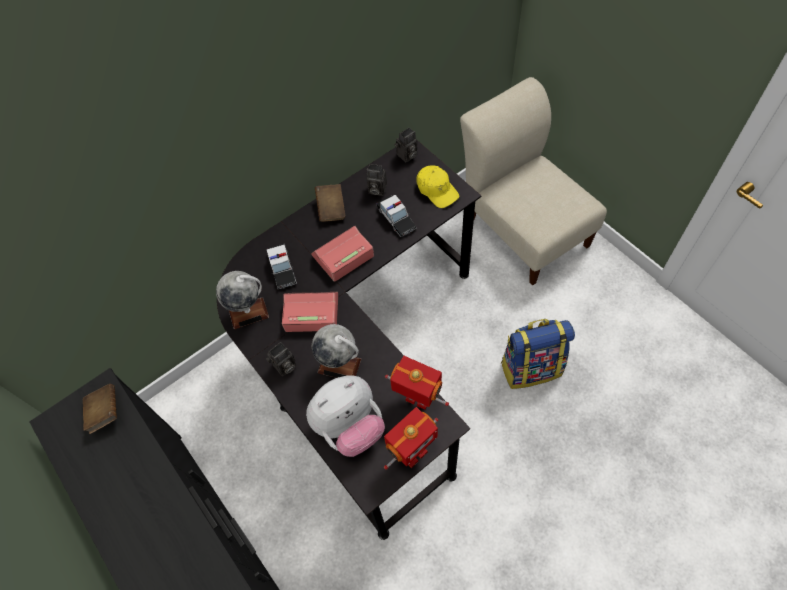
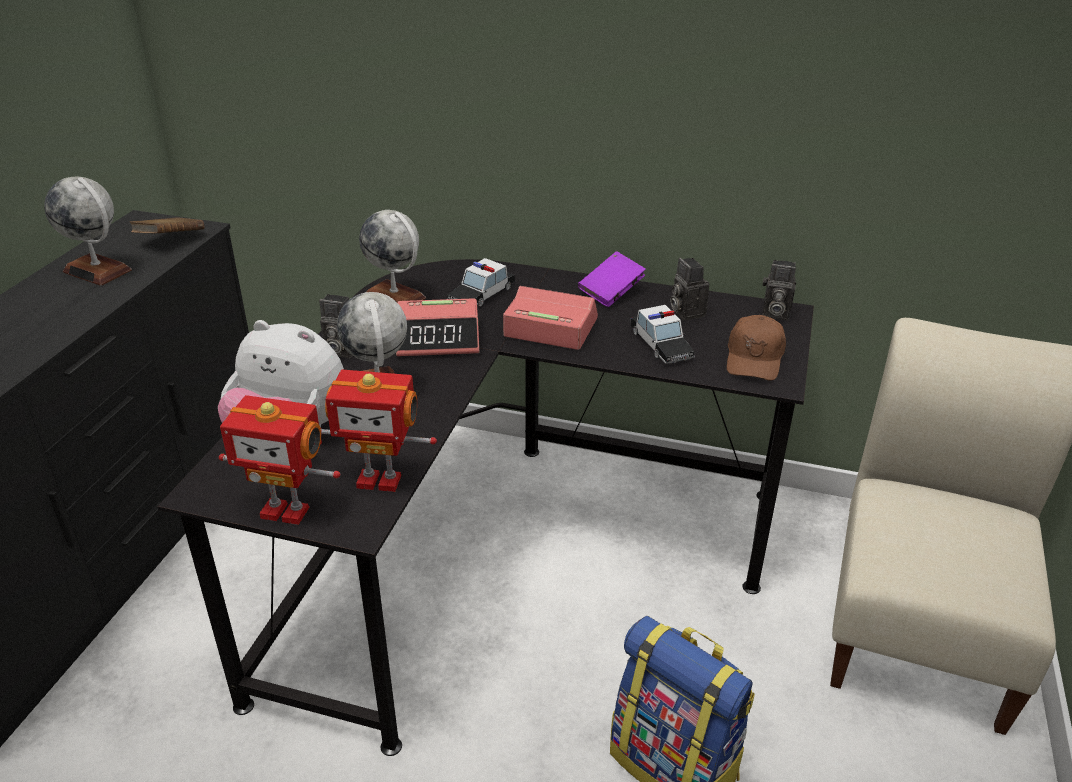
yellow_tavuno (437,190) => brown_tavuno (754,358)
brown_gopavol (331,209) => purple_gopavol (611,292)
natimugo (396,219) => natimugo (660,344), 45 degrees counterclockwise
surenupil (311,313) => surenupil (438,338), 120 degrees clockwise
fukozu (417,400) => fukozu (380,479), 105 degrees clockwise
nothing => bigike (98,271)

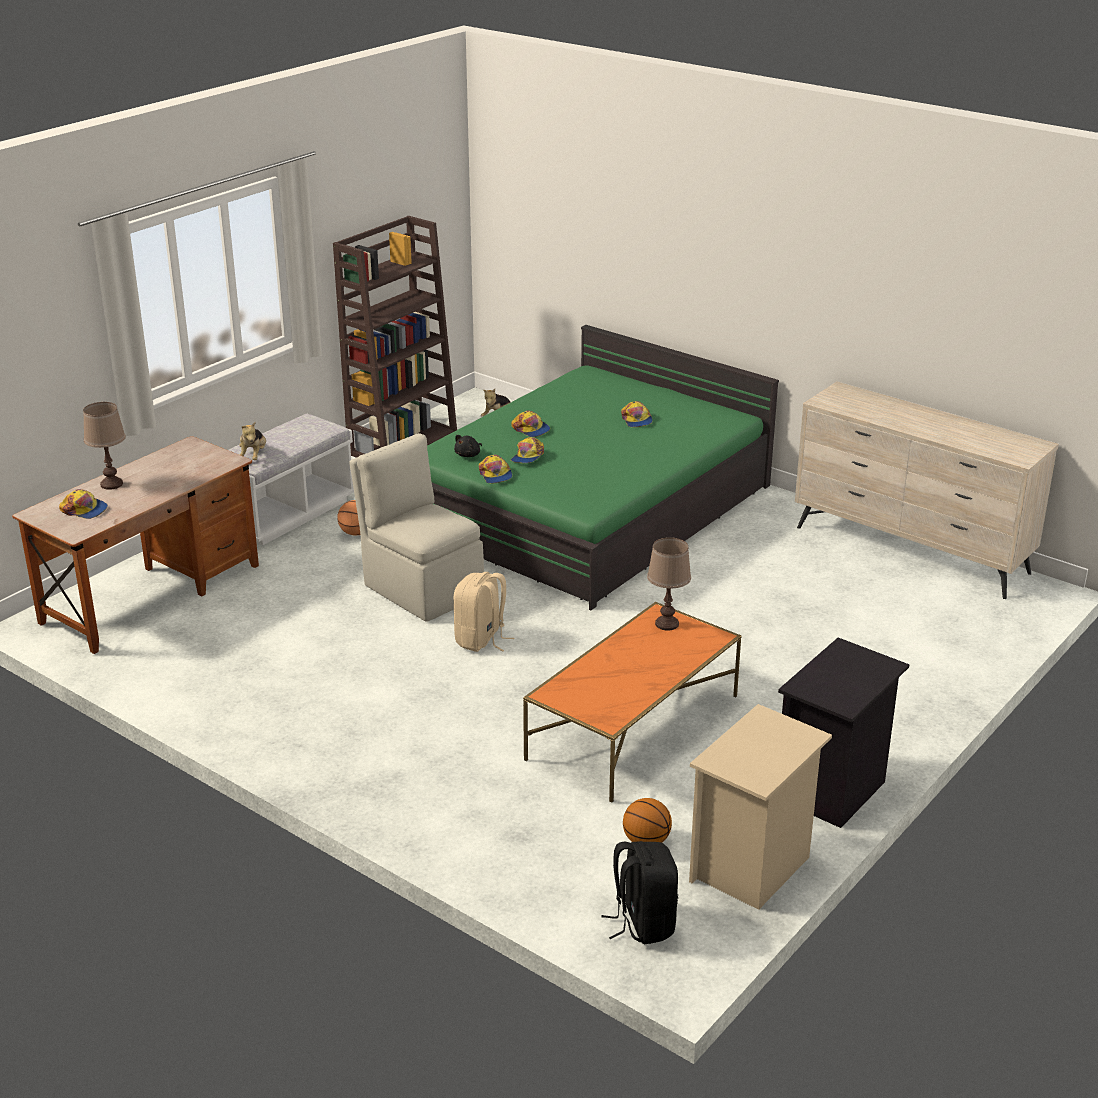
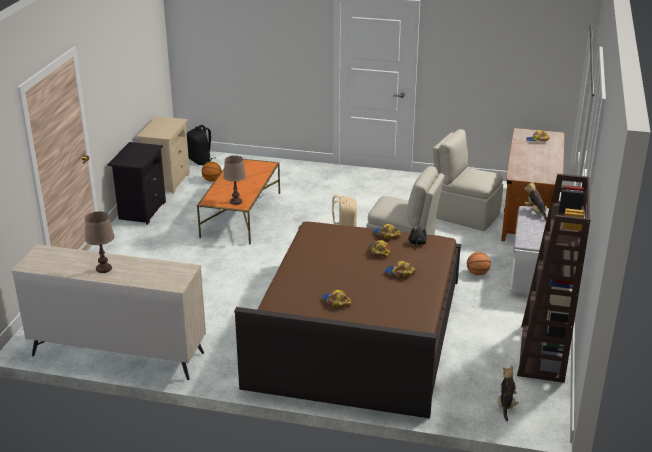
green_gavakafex (588,507) => brown_gavakafex (357,331)
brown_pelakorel (112,484) => brown_pelakorel (104,269), move
nothing => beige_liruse (465,215)

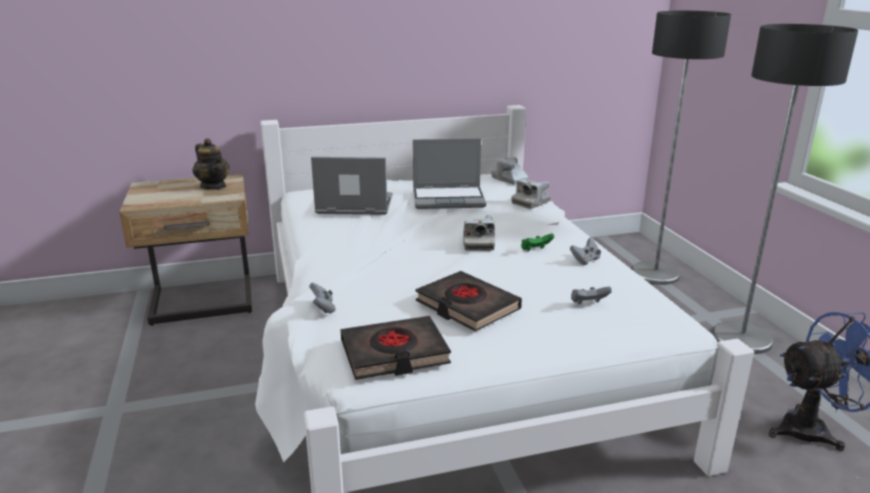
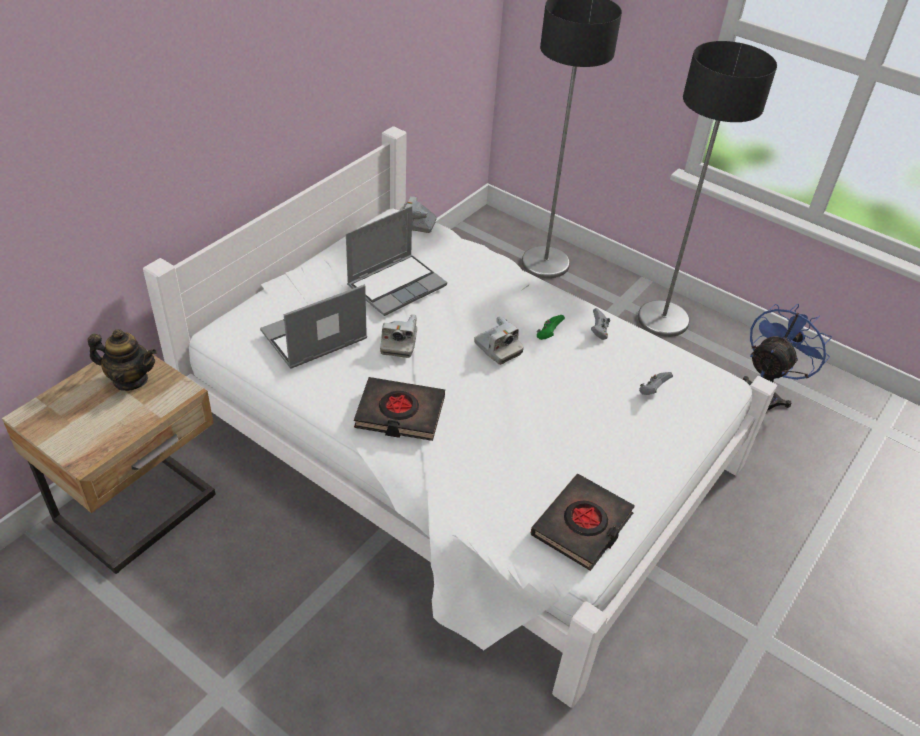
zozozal (531,202) => zozozal (399,343), move
black_gopavol (467,306) => black_gopavol (399,413), move
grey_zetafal (323,308) => nothing

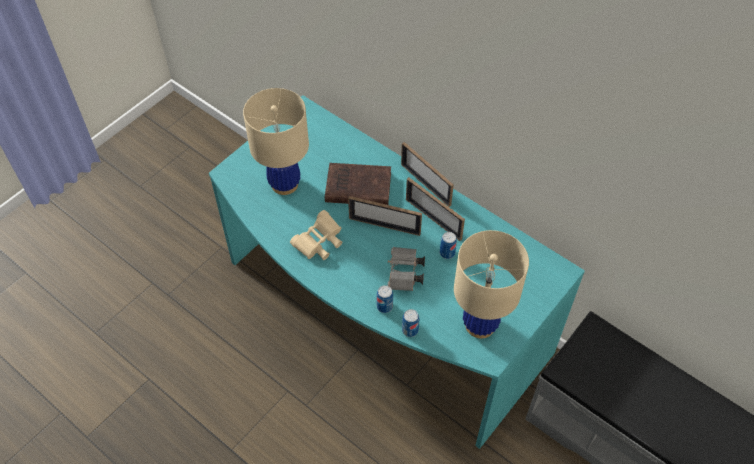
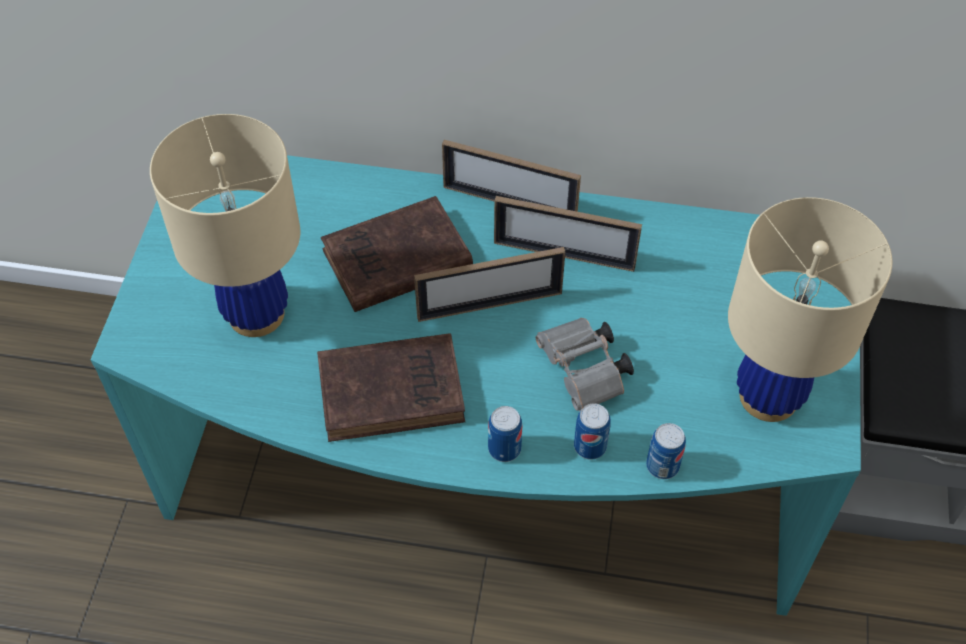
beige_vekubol (319,243) => brown_gopavol (395,391)
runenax (447,253) => runenax (504,449), move

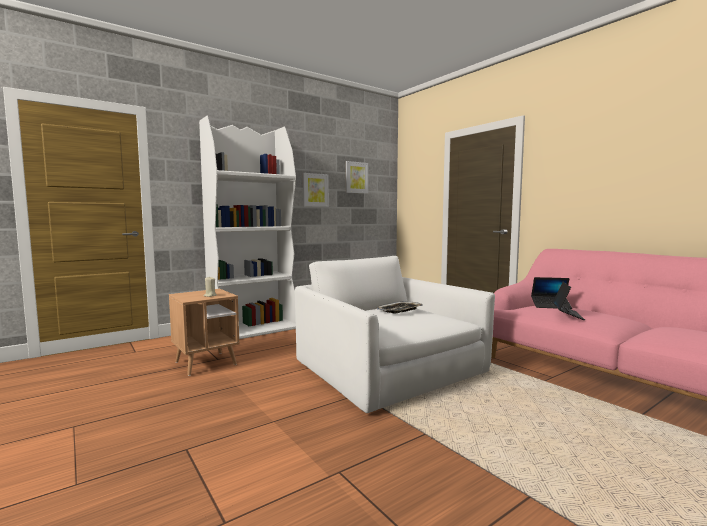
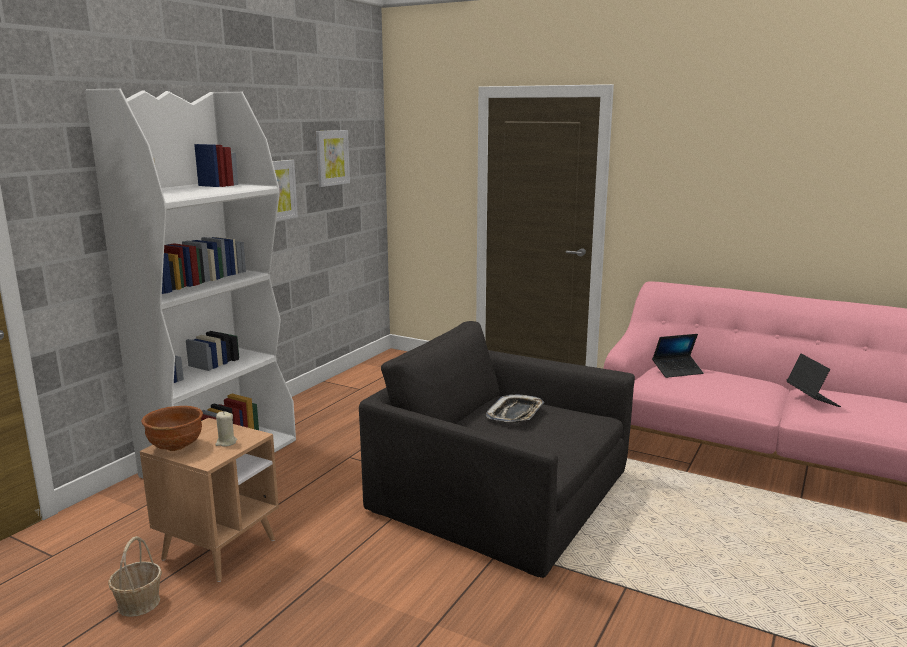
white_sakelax (387,369) => black_sakelax (499,496)
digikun (567,315) => digikun (811,398), move
nothing => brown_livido (176,447)
nothing => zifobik (138,603)

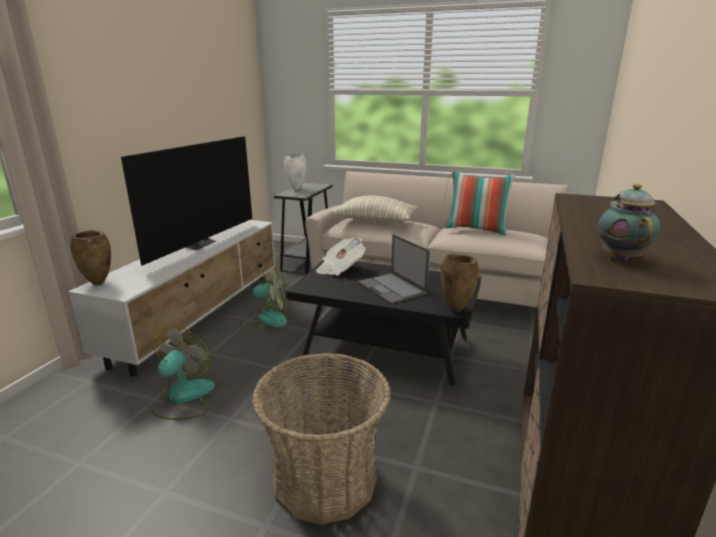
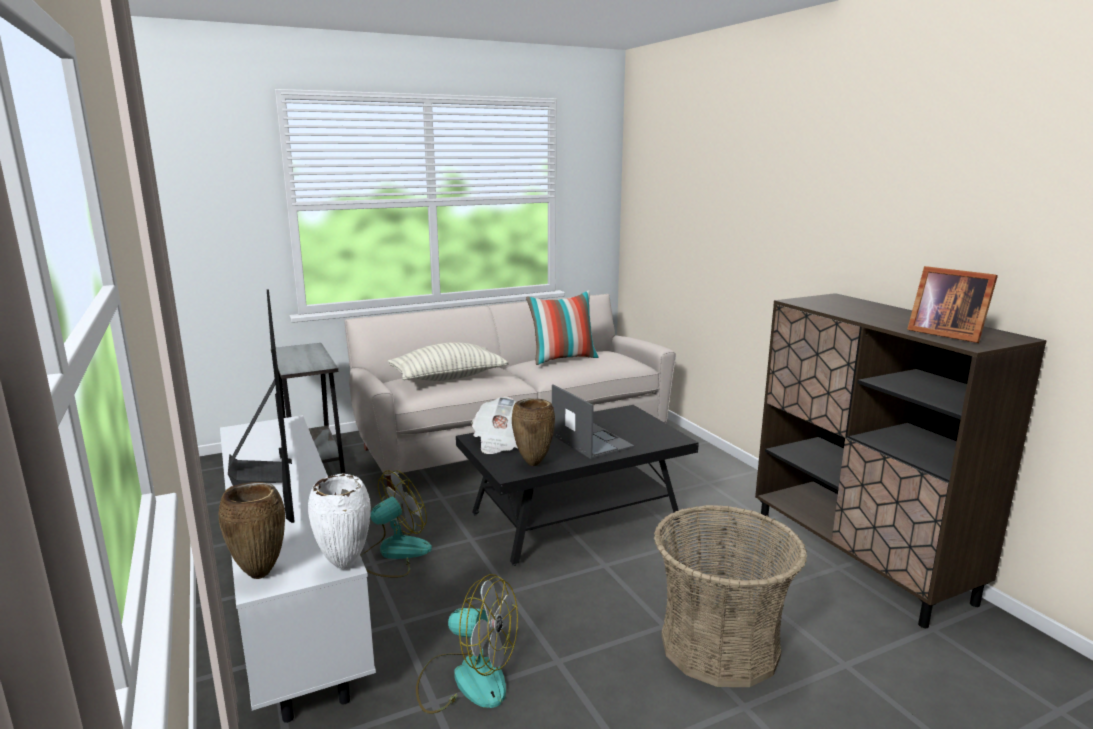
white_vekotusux (296,189) => white_vekotusux (346,566), move
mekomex (620,257) => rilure (944,334)
digikun (392,288) => digikun (590,441), 135 degrees counterclockwise
brown_vekotusux (456,310) => brown_vekotusux (534,463), move
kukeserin (183,398) => kukeserin (466,679), 135 degrees clockwise

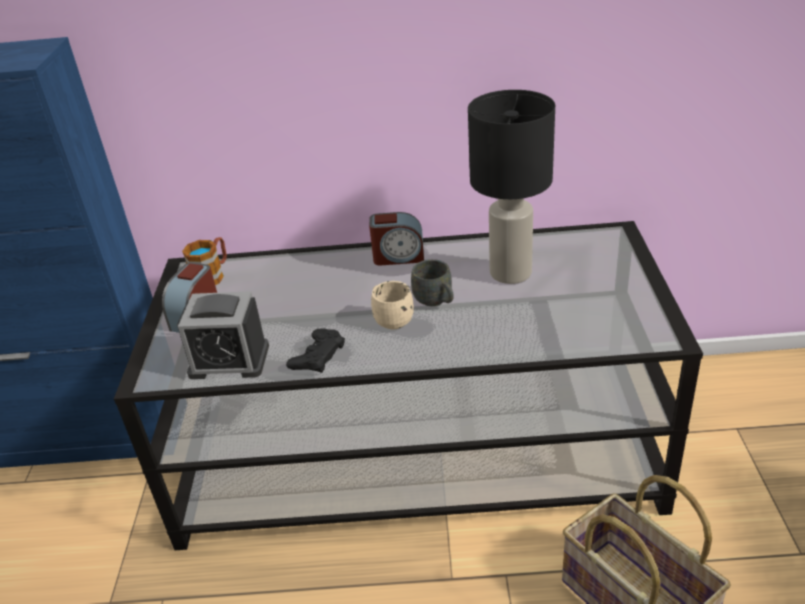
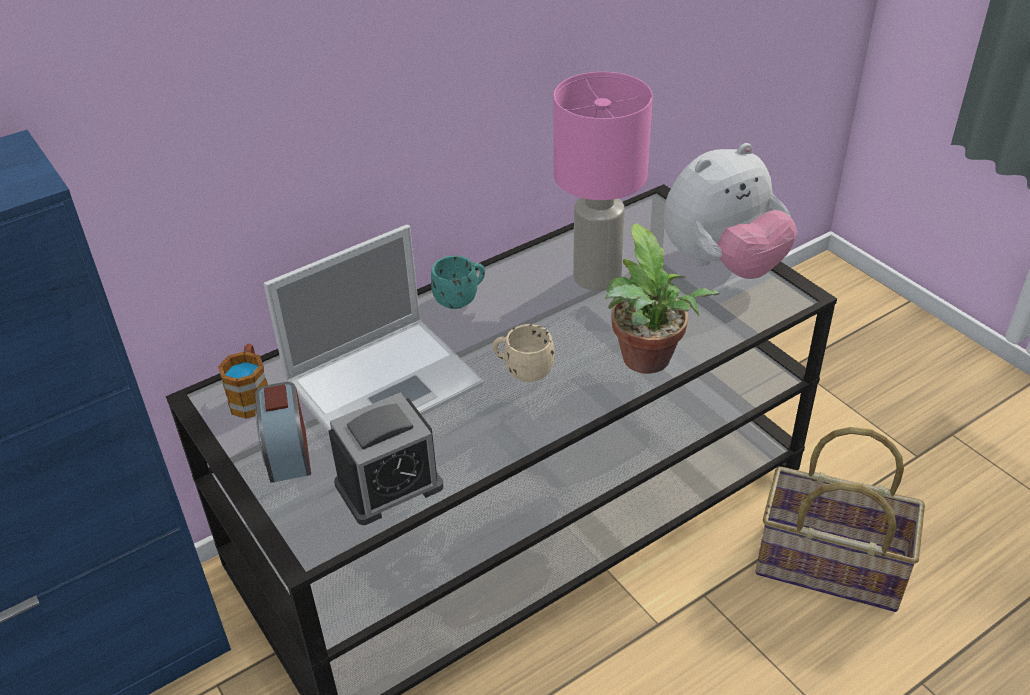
black_pelakorel (511,273) => pink_pelakorel (598,278)
surenupil (398,257) => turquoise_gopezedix (461,298)
grey_gopezedix (436,301) => nothing
black_zetafal (317,356) => nothing
nothing => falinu (723,265)
nothing => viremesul (648,363)
nothing => digikun (386,381)

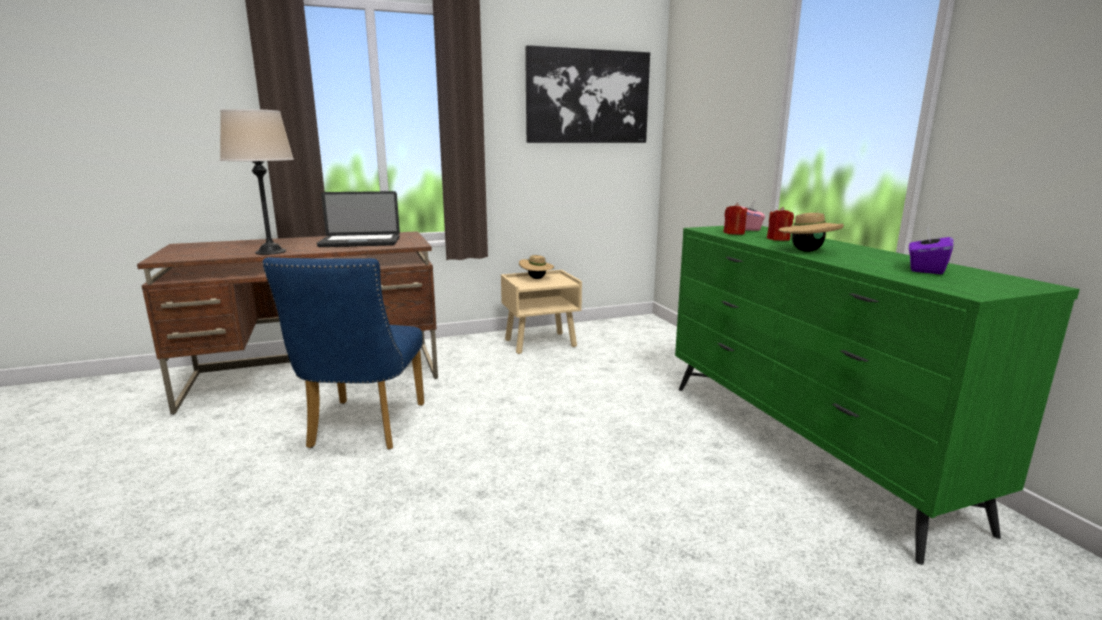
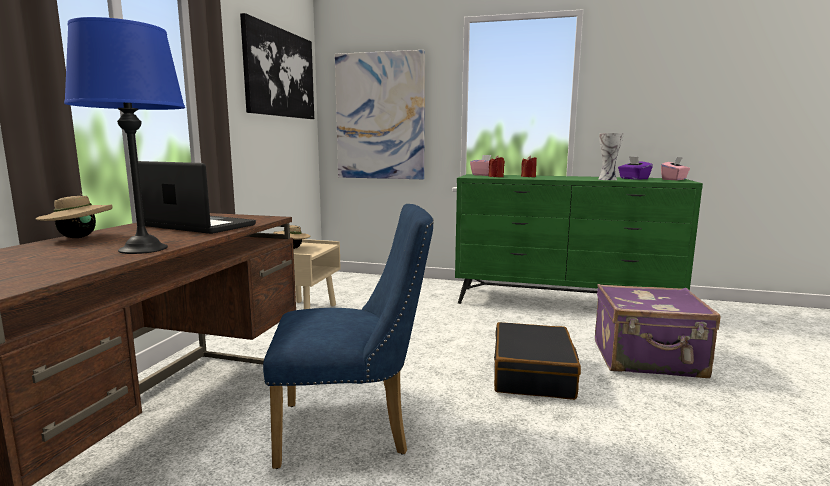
beige_pelakorel (271,252) => blue_pelakorel (144,249)
digikun (360,242) => digikun (199,226), 90 degrees counterclockwise
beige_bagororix (807,251) => beige_bagororix (78,237), move
blue_liruse (362,429) => blue_liruse (354,430), 45 degrees counterclockwise
nothing => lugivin (380,116)
nothing => vekotusux (608,179)
nothing => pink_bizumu (674,179)
nothing => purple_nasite (648,360)
nothing => black_nasite (533,374)

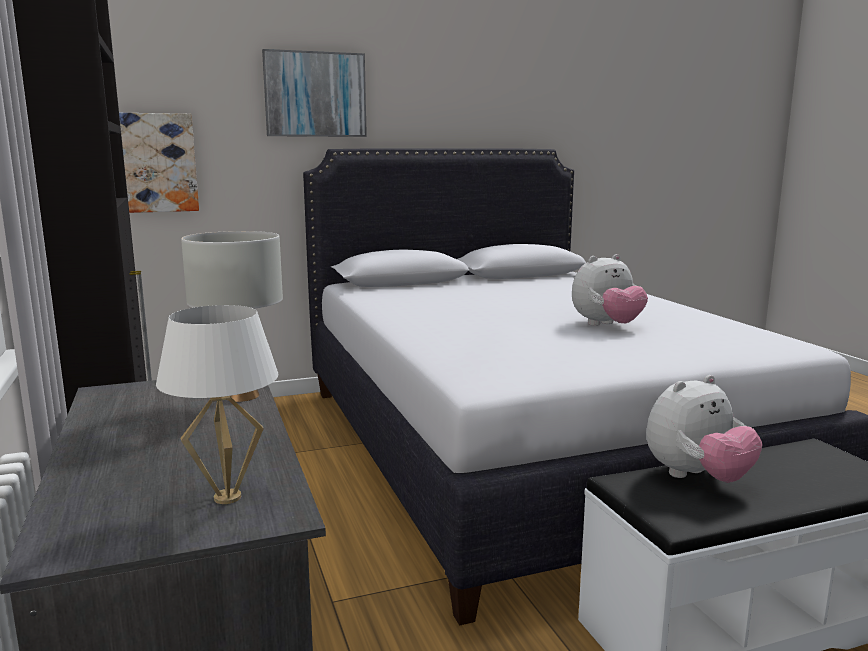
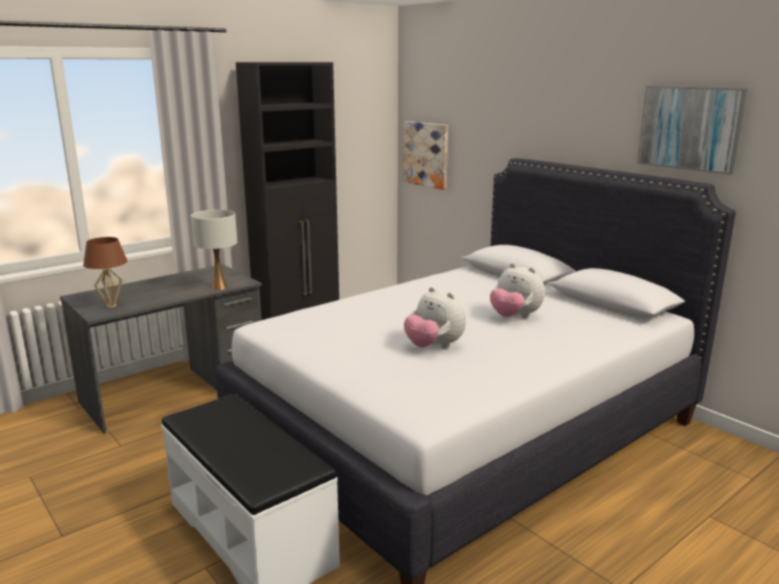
lugivin (315,94) => lugivin (689,128), move
white_pelakorel (228,497) => brown_pelakorel (111,306)
falinu (697,478) => falinu (515,317), move

